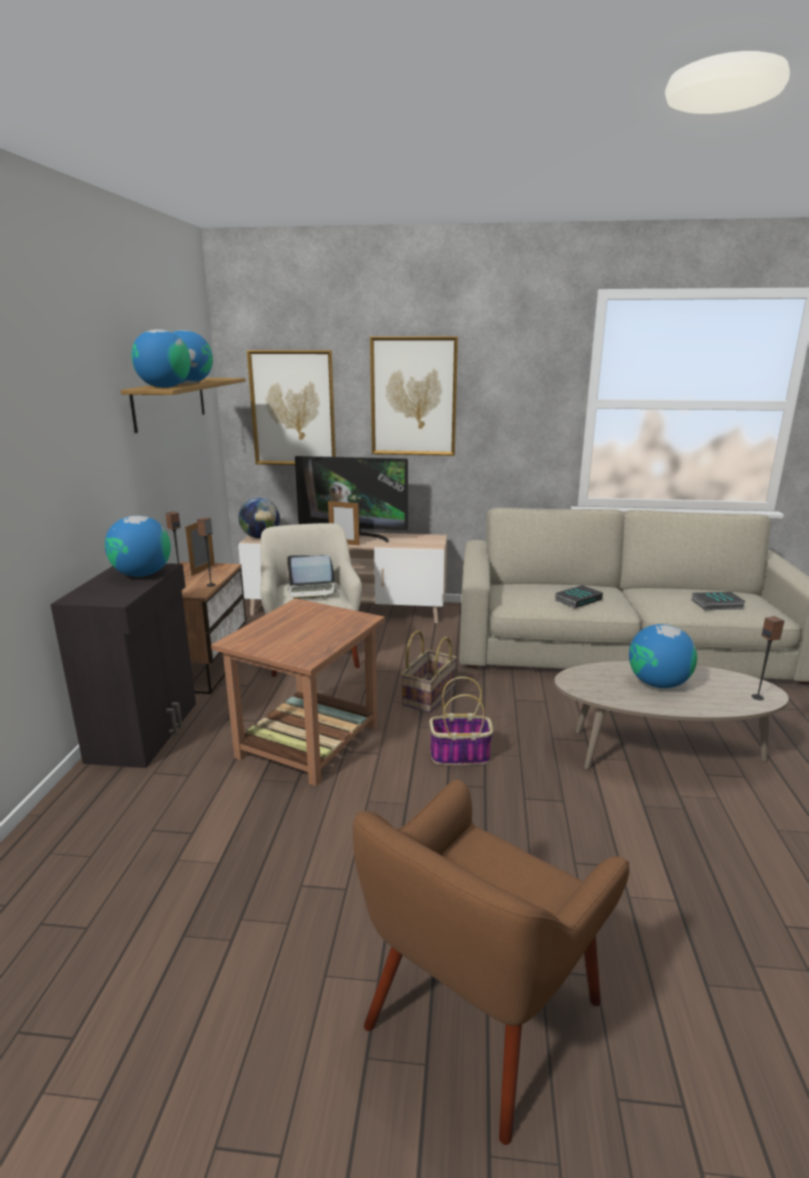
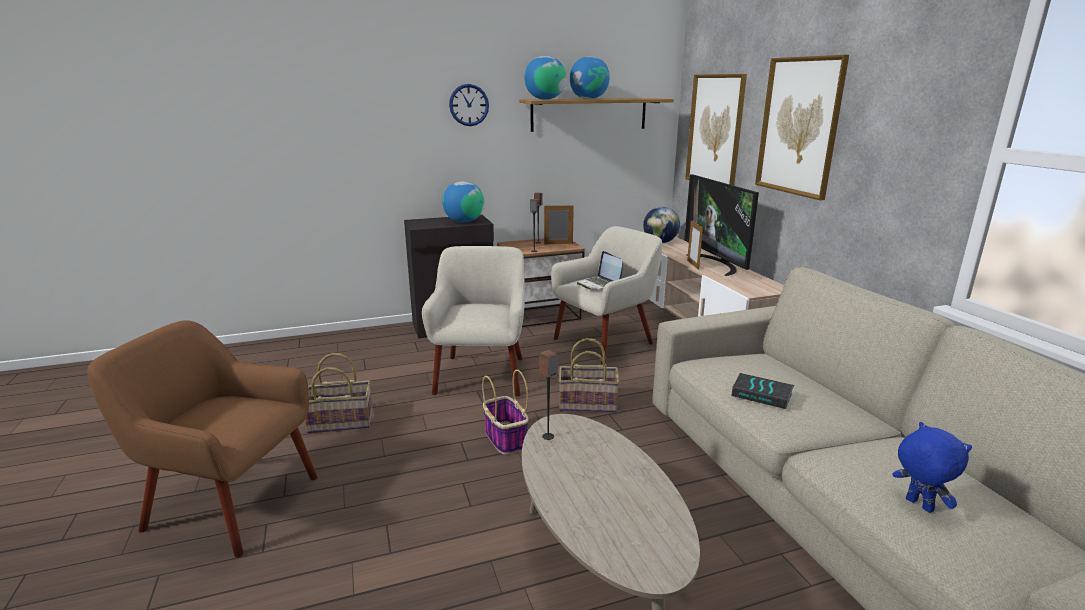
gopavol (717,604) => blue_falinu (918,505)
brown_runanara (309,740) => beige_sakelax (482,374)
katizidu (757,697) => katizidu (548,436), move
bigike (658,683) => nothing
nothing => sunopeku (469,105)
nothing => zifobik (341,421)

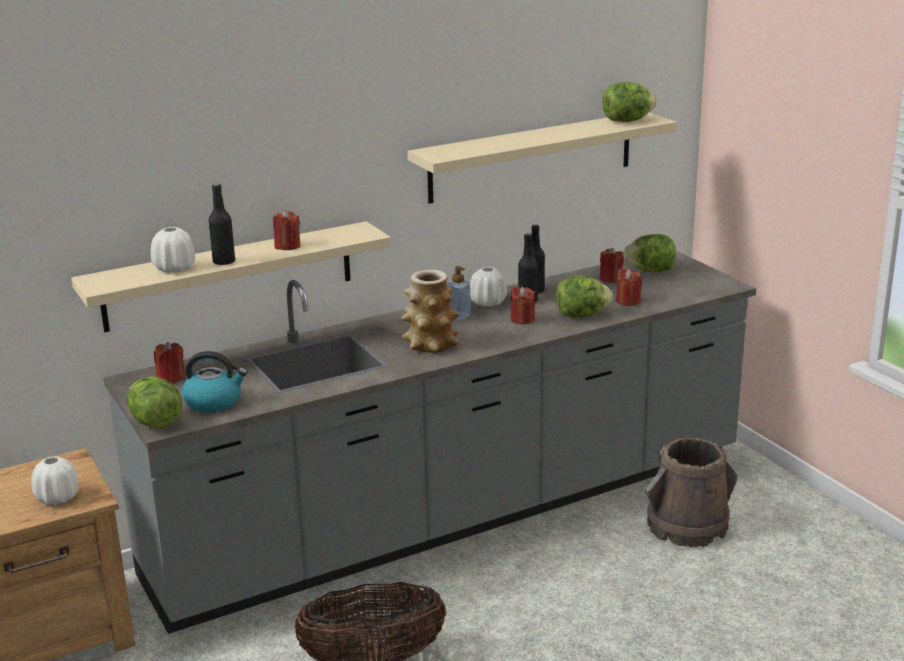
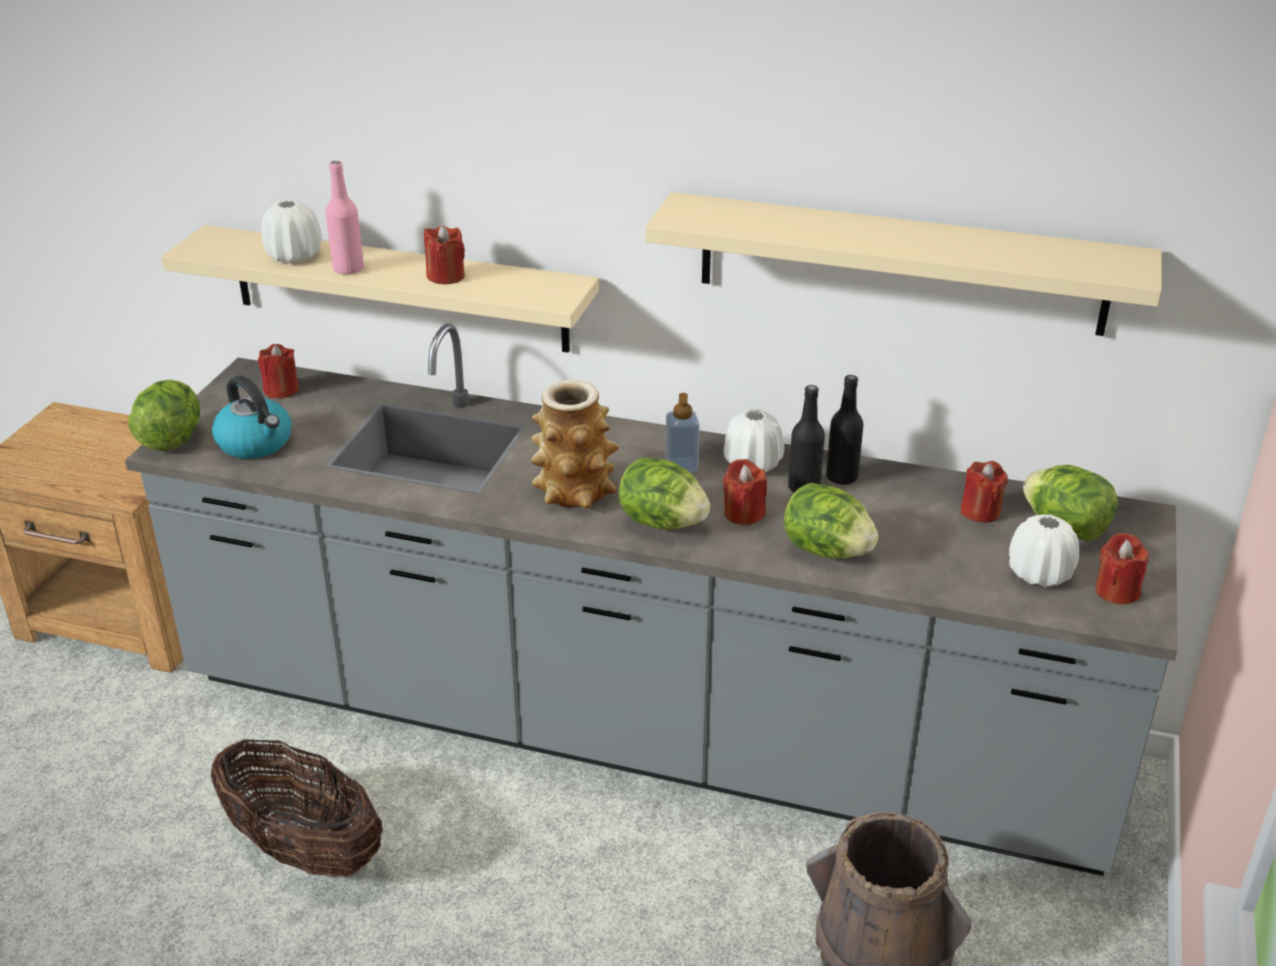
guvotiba (627,121) => guvotiba (662,522), move
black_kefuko (224,262) => pink_kefuko (348,269)
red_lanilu (627,301) => red_lanilu (1116,591), move
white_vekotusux (57,498) => white_vekotusux (1039,574), move

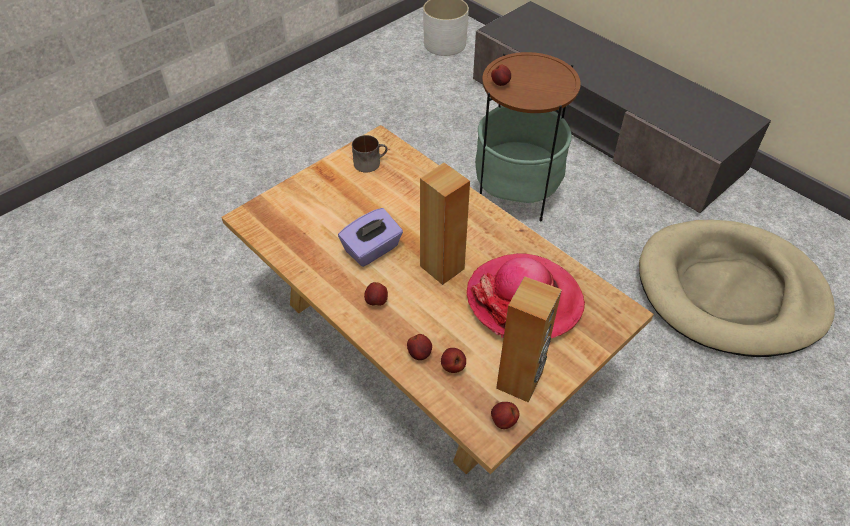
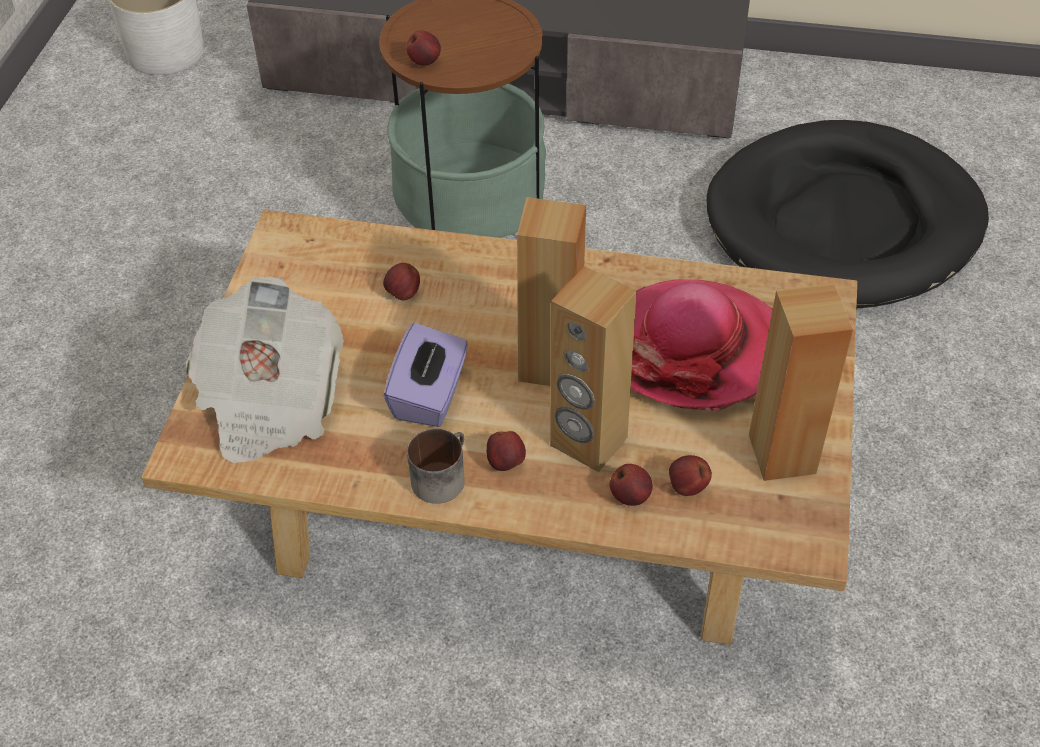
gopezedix (370,162) => gopezedix (440,475), move
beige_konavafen (730,292) => black_konavafen (843,223)
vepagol (503,421) => vepagol (403,294), move
nothing => brown_katizidu (588,442)
nothing => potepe (269,400)

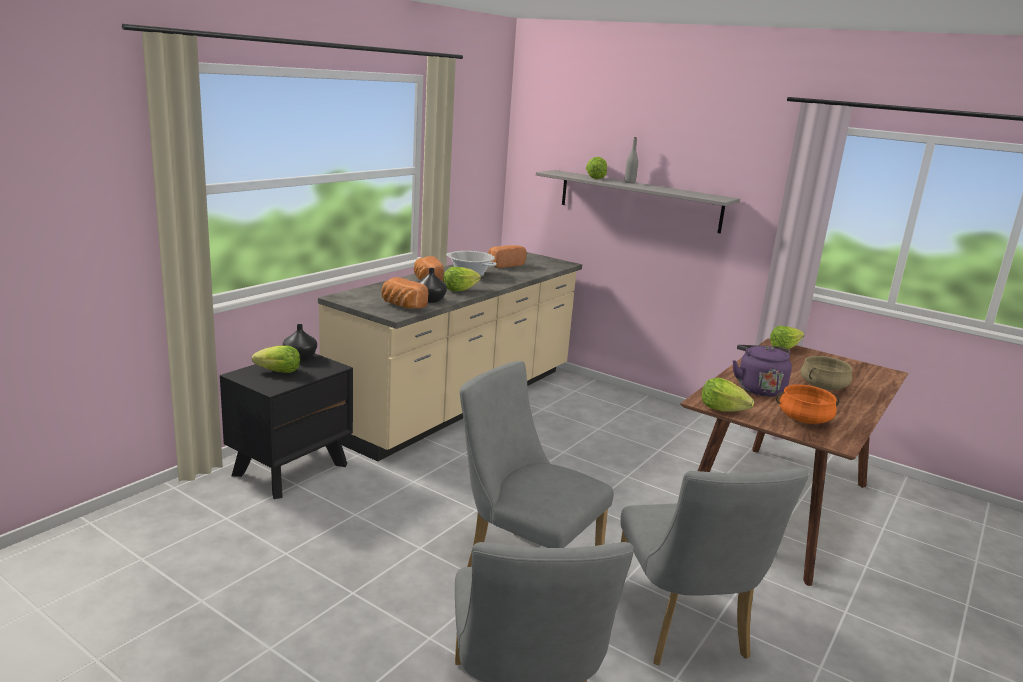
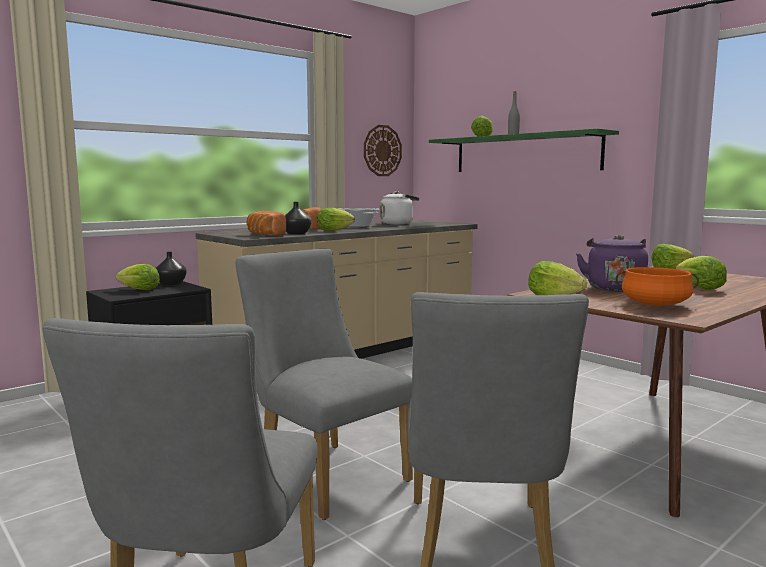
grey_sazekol (639,200) => green_sazekol (524,154)
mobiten (504,265) => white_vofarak (398,224)
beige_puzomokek (823,386) => guvotiba (699,288)
nothing => sunopeku (382,150)

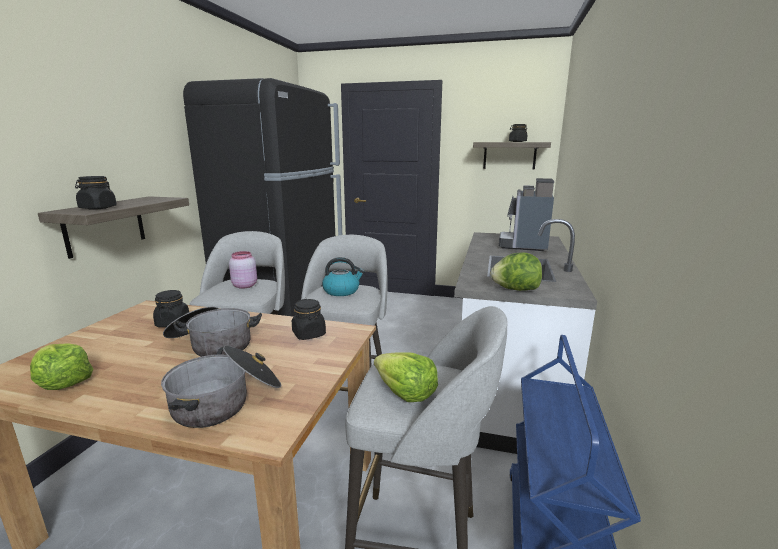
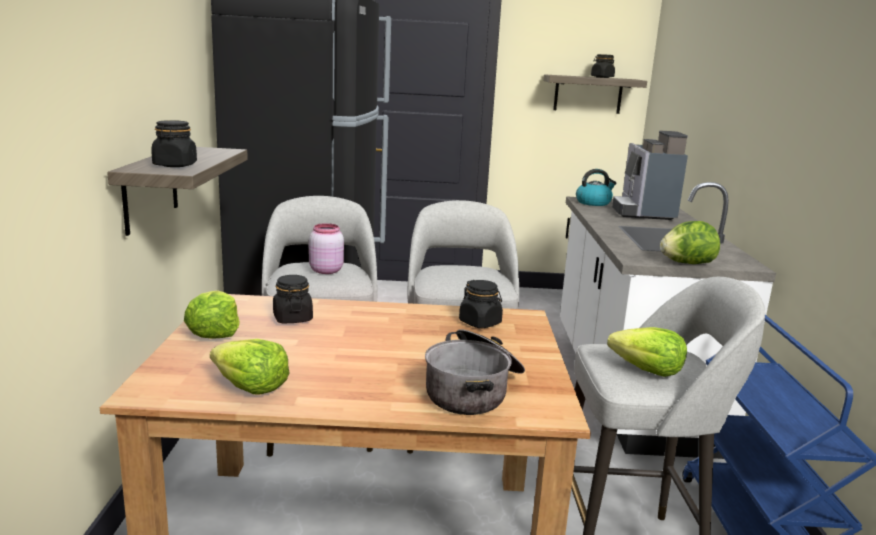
vofarak (342,291) => vofarak (593,203), move
puzomokek (212,345) => nothing
nothing => guvotiba (214,332)

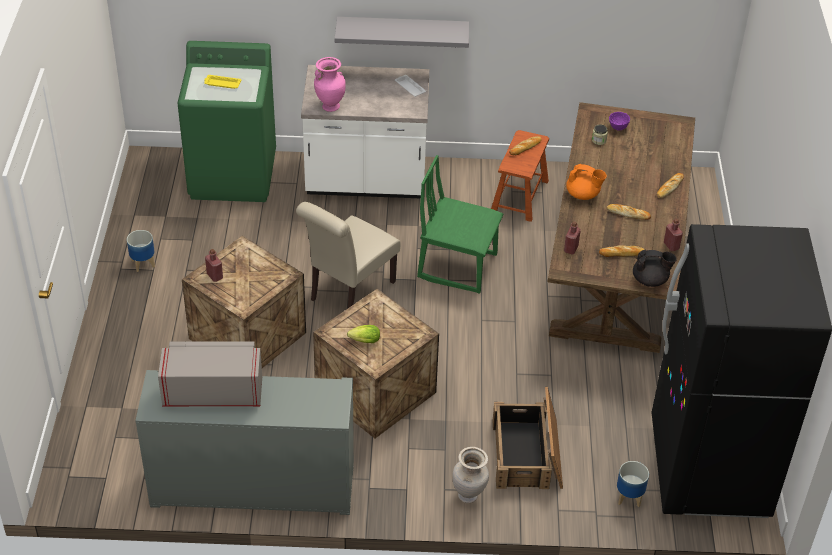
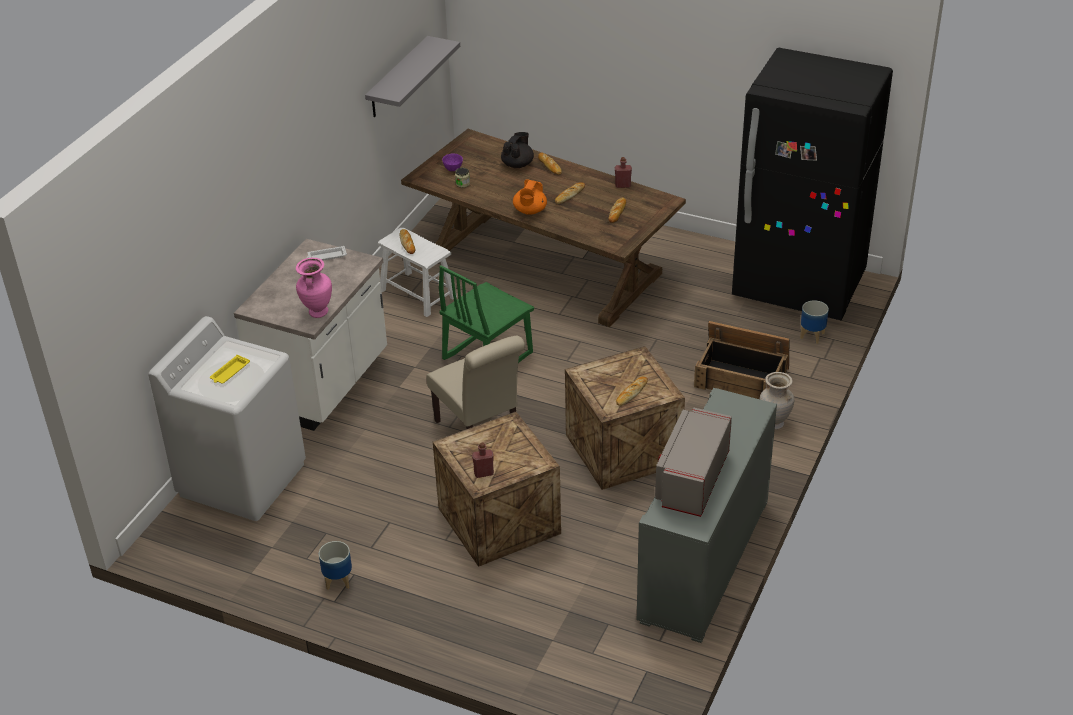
grey_sazekol (402,31) => grey_sazekol (398,78), move
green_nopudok (233,175) => white_nopudok (243,479)
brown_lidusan (519,196) => white_lidusan (417,294)
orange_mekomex (583,195) => orange_mekomex (530,211), 150 degrees clockwise
red_kefuko (571,249) => nothing
black_mekomex (650,280) => black_mekomex (518,164), move
guvotiba (363,341) => mobiten (631,393)

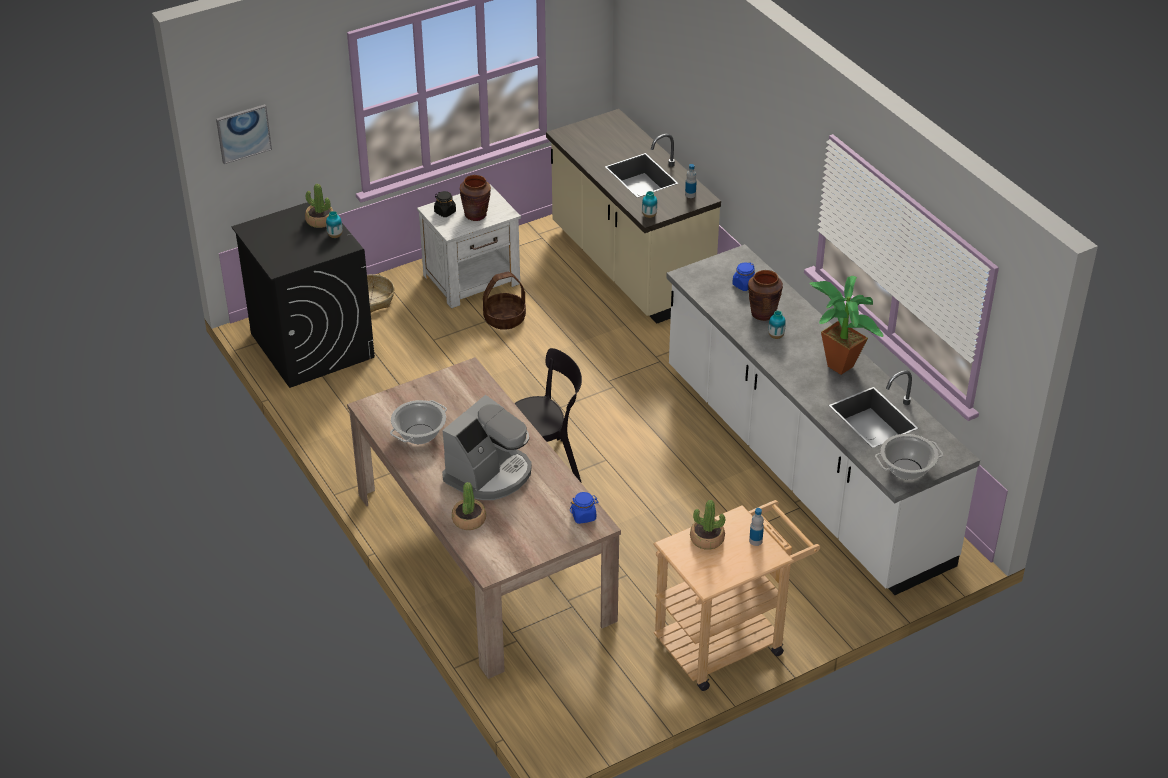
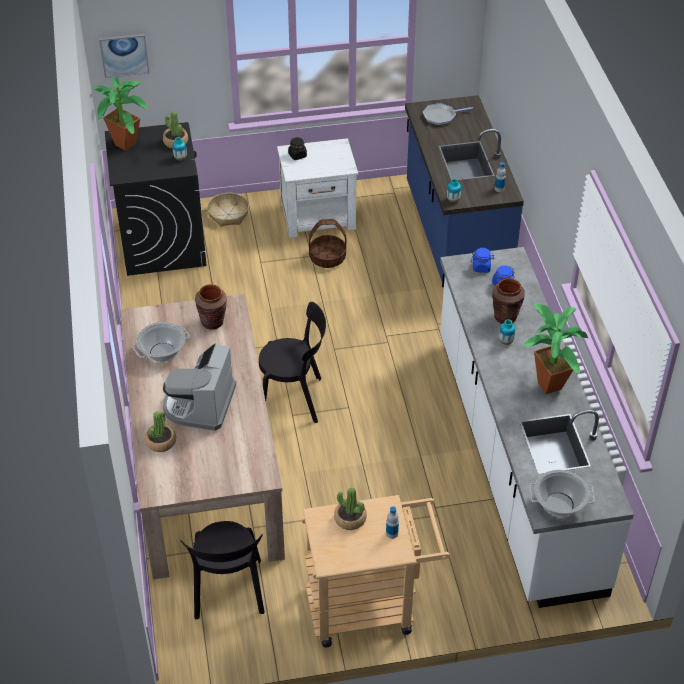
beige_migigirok (629,266) => blue_migigirok (455,235)
brown_vekotusux (476,215) => brown_vekotusux (213,322), move
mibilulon (489,474) => mibilulon (200,404), 135 degrees clockwise
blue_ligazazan (584,516) => blue_ligazazan (481,267), move
nothing => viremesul (126,147)
nothing => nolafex (441,116)
nothing => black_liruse (228,592)

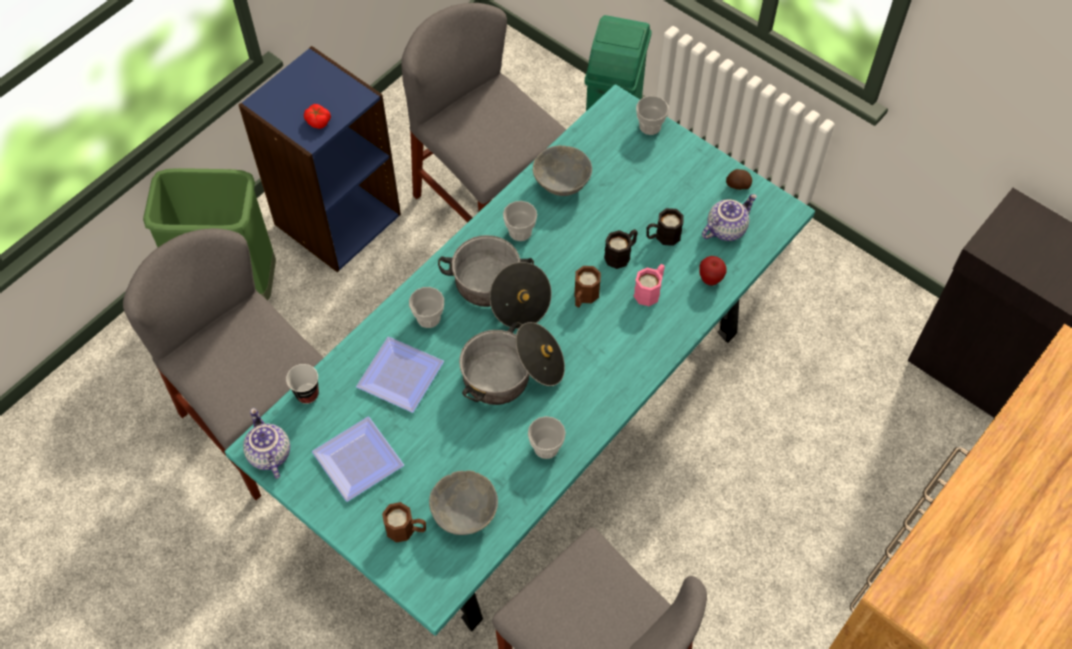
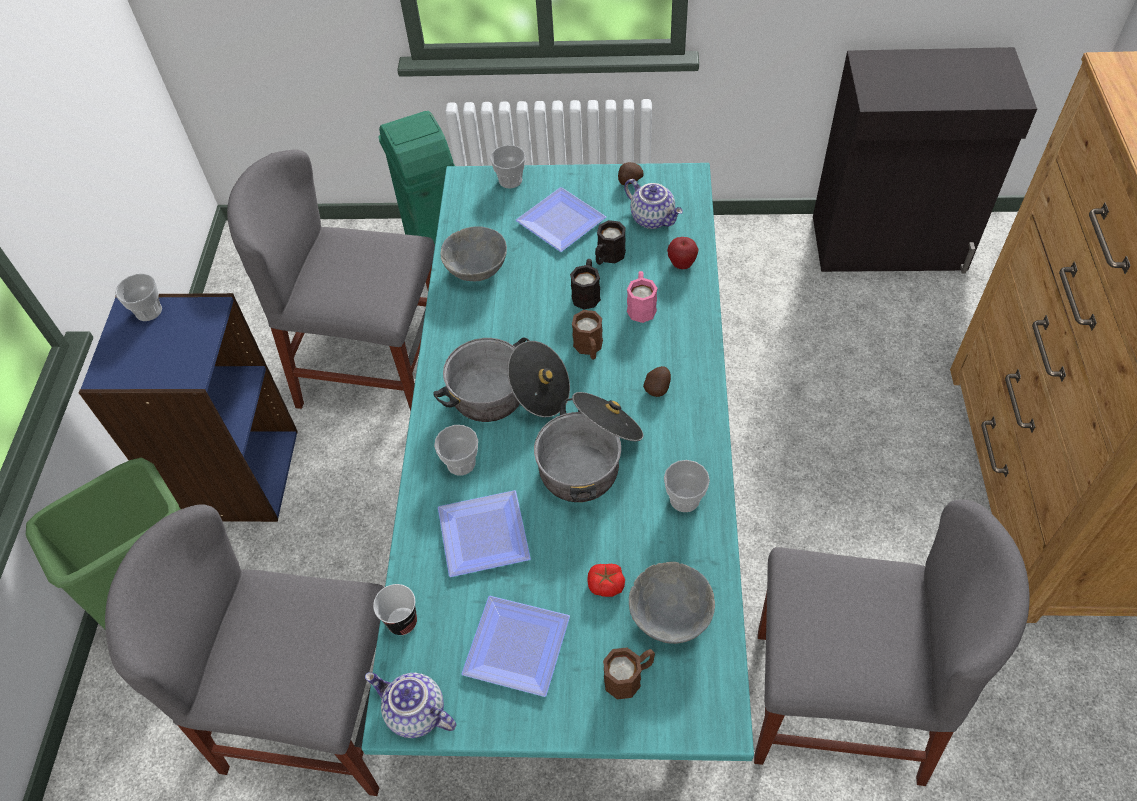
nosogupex (318,121) => nosogupex (606,584), move
mekomex (725,228) => mekomex (653,218), 120 degrees clockwise
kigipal (520,231) => kigipal (148,311), move
nothing => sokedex (561,224)
nothing => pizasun (658,388)

